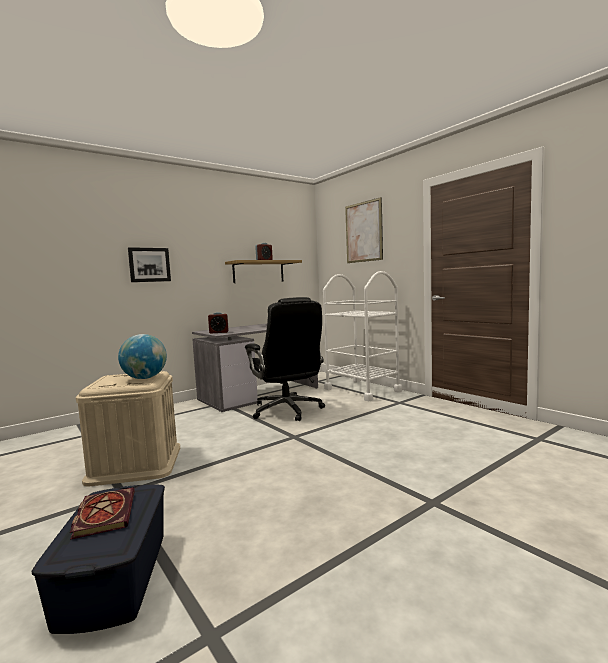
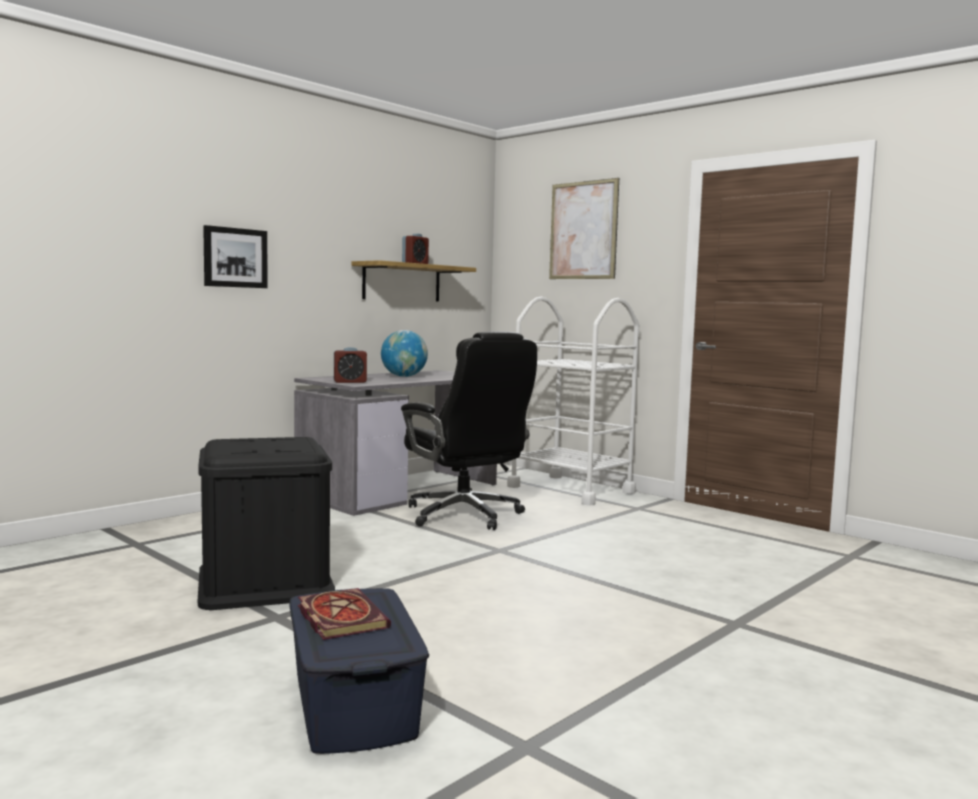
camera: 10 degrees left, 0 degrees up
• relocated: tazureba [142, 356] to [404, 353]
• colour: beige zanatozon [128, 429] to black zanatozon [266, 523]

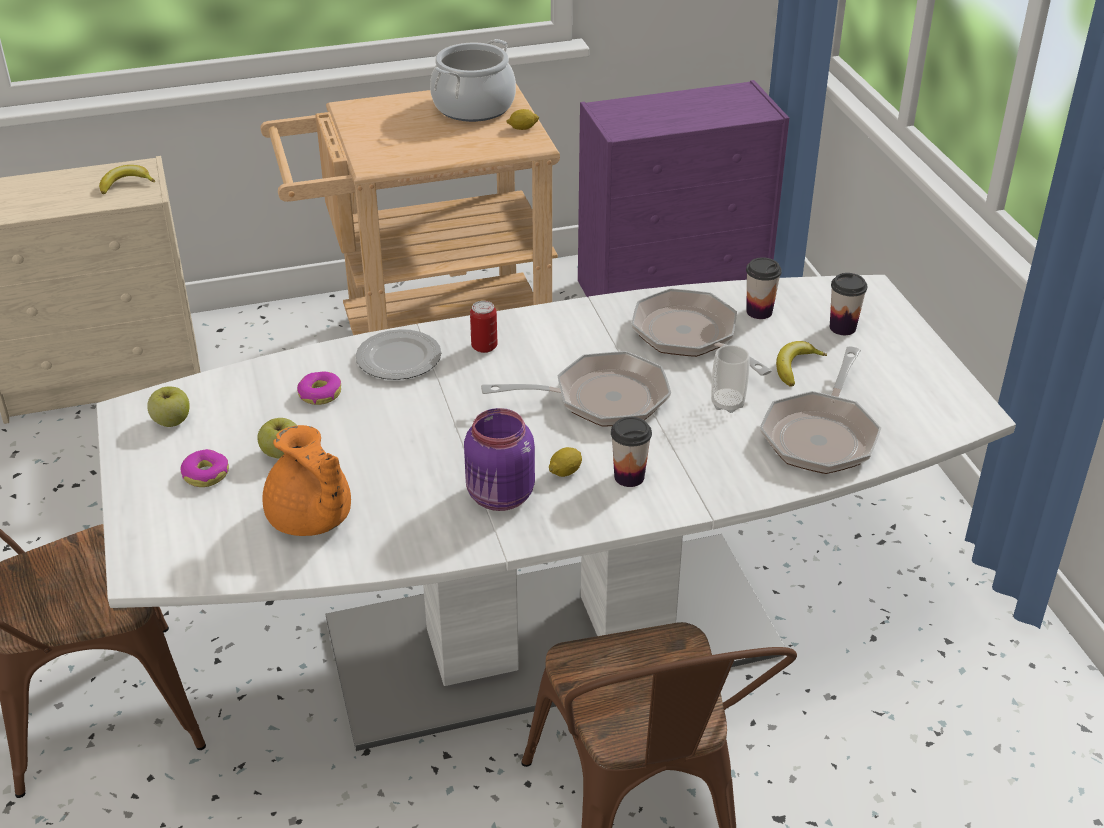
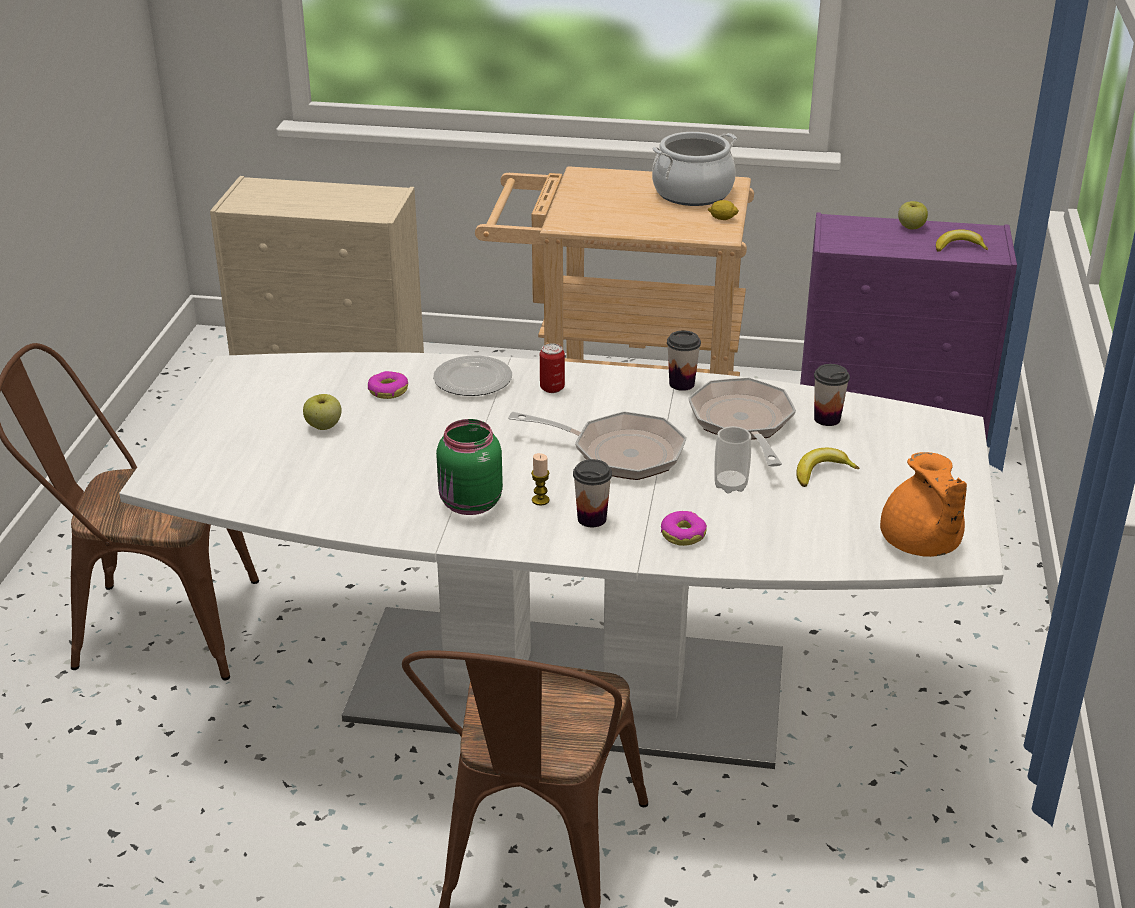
camera: 25 degrees right, 5 degrees down
• relocated: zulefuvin [127, 179] to [962, 240]
• relocated: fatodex [848, 304] to [684, 360]
• missing: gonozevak [820, 410]
• relocated: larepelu [168, 407] to [913, 215]
• colour: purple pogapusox [499, 459] to green pogapusox [469, 467]
• relocated: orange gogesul [306, 480] to [923, 504]
• exchanged: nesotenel [565, 462] to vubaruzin [540, 479]
• relocated: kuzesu [204, 468] to [684, 528]

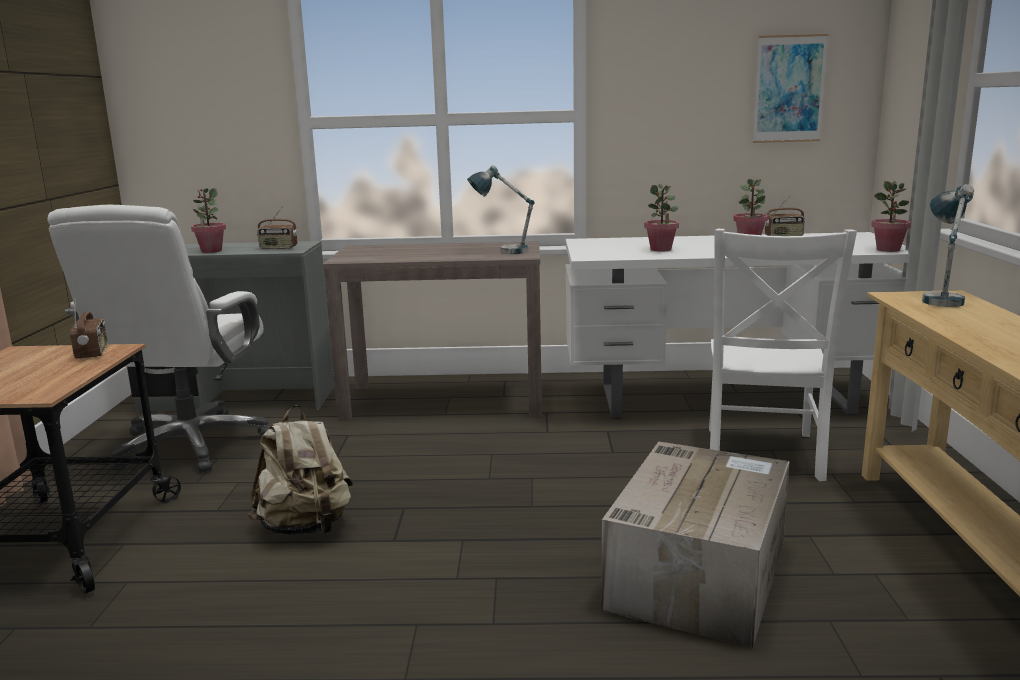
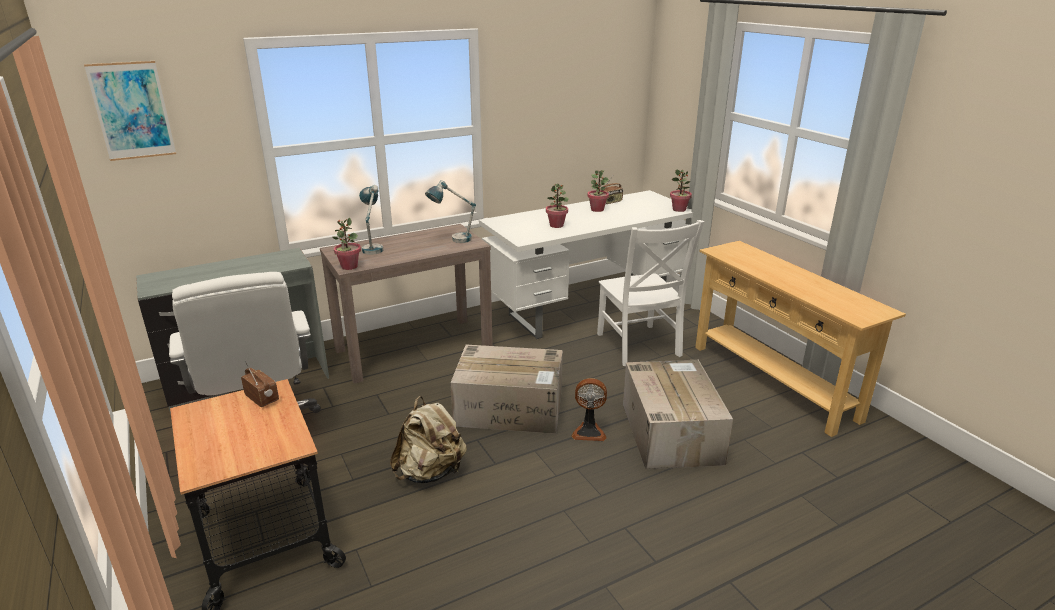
camera: 30 degrees left, 10 degrees up
• relocated: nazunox [790, 88] to [130, 111]
• relocated: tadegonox [948, 245] to [371, 220]
• relocated: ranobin [208, 220] to [347, 244]
• missing: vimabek [277, 228]
• appeared: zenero [506, 389]
• appeared: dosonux [589, 409]

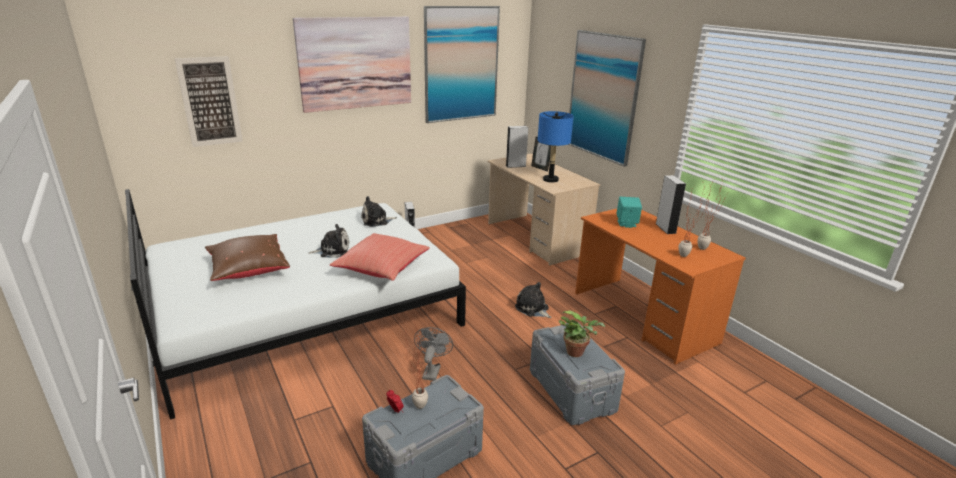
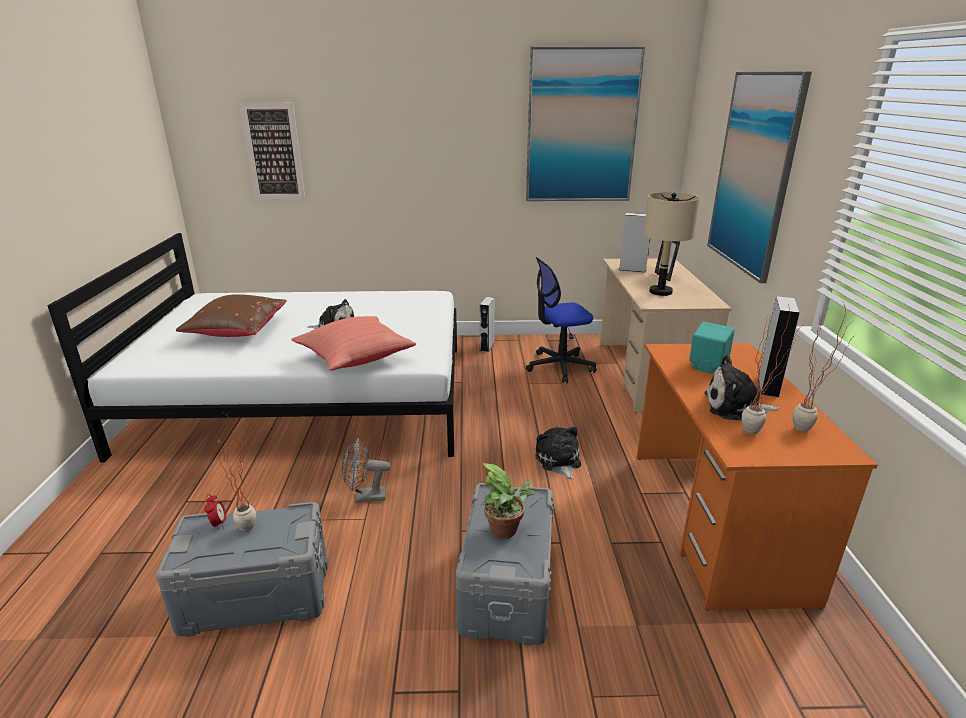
camera: 30 degrees right, 0 degrees up
• missing: nazunox [352, 65]
• colour: blue tadegonox [556, 147] to beige tadegonox [672, 244]
• relocated: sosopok [379, 211] to [742, 388]
• spun: grey dosonux [433, 354] = [366, 470] 135 degrees counterclockwise
• appeared: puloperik [561, 320]

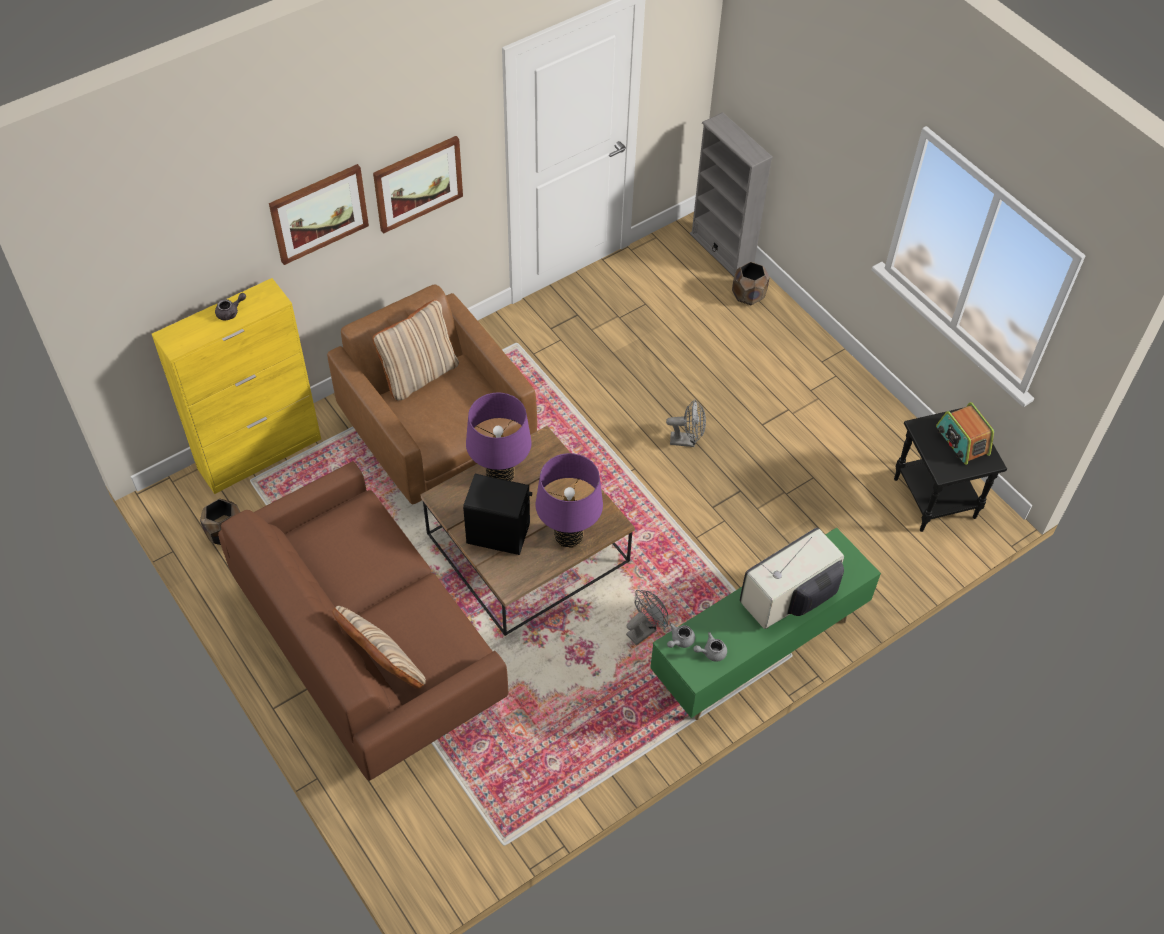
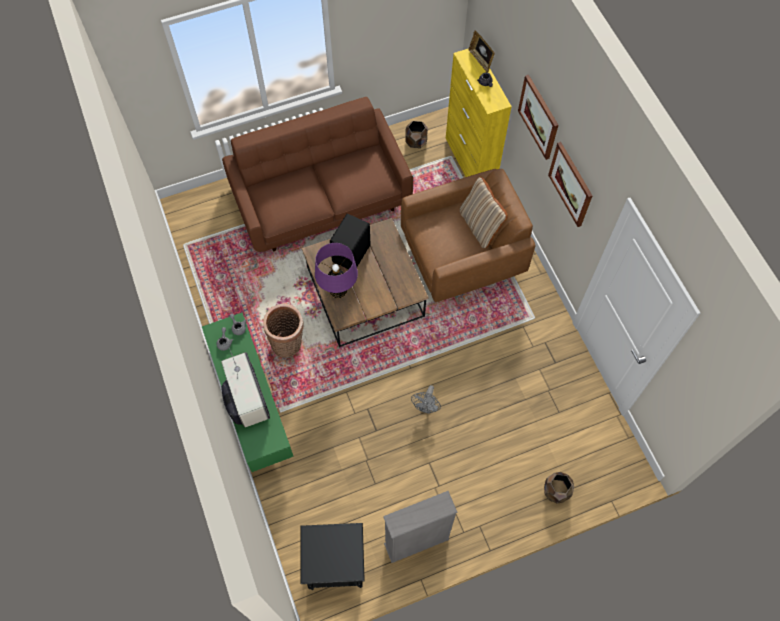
camera: 105 degrees right, 10 degrees up
• relocated: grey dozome [731, 194] to [420, 527]
• missing: purple tadegonox [499, 437]
• missing: vimabek [965, 433]
• exchanged: grey dosonux [647, 617] to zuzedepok [283, 331]
• missing: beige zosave [379, 647]
• appeared: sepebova [481, 52]

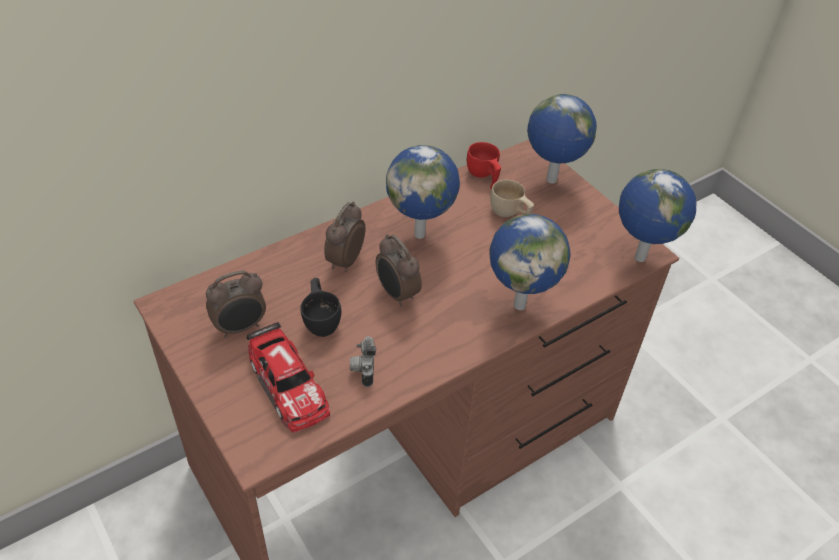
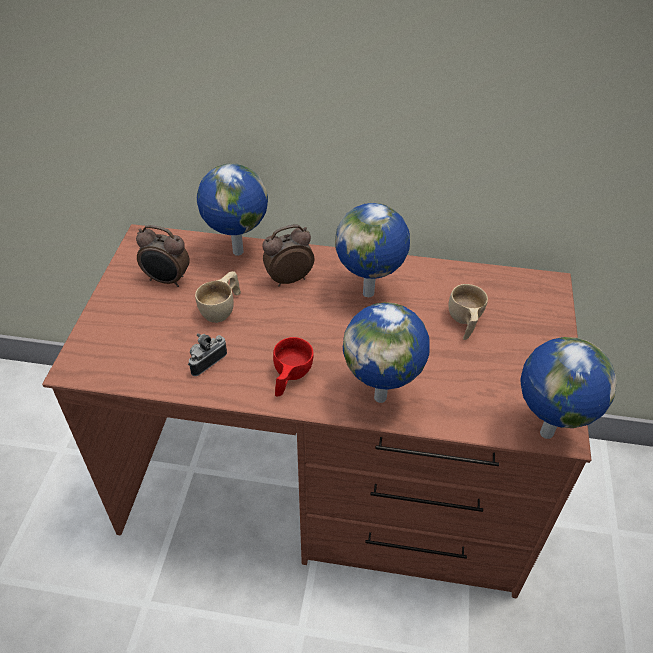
camera: 45 degrees right, 0 degrees up
• relocated: tazureba [562, 139] to [232, 209]
• relocated: red fatodex [484, 165] to [293, 367]
• missing: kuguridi [399, 270]
• colour: black fatodex [320, 307] to beige fatodex [218, 297]
• missing: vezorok [288, 377]

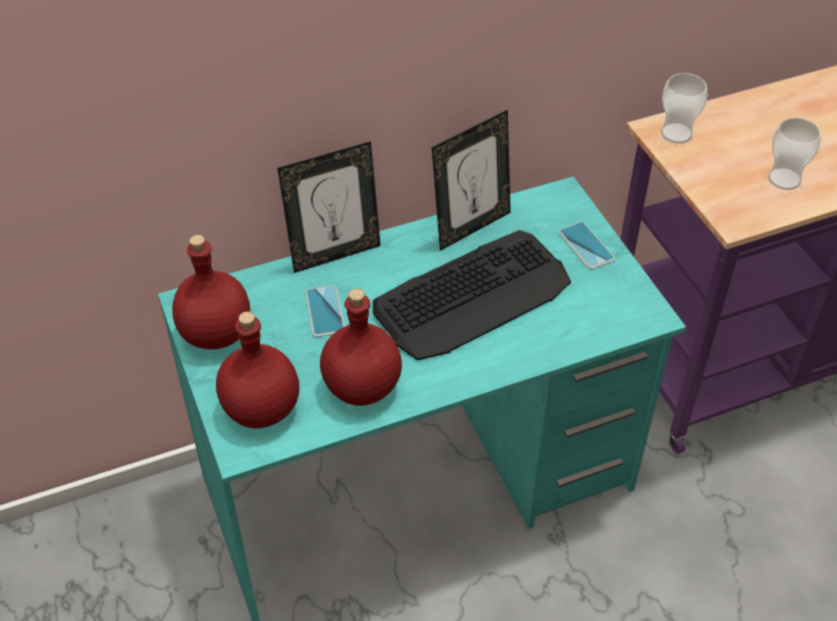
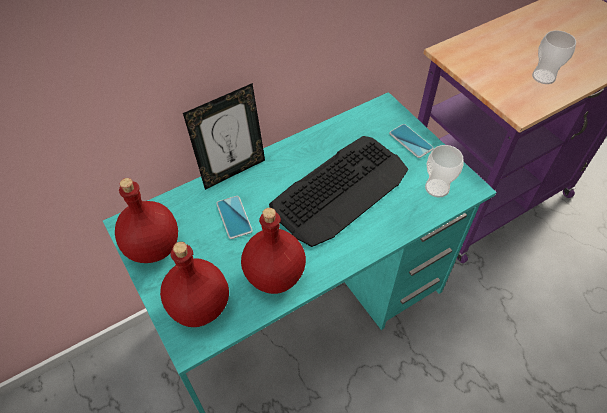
camera: 10 degrees left, 5 degrees up
• relocated: fatodex [684, 108] to [444, 171]
• missing: sepebova [471, 180]

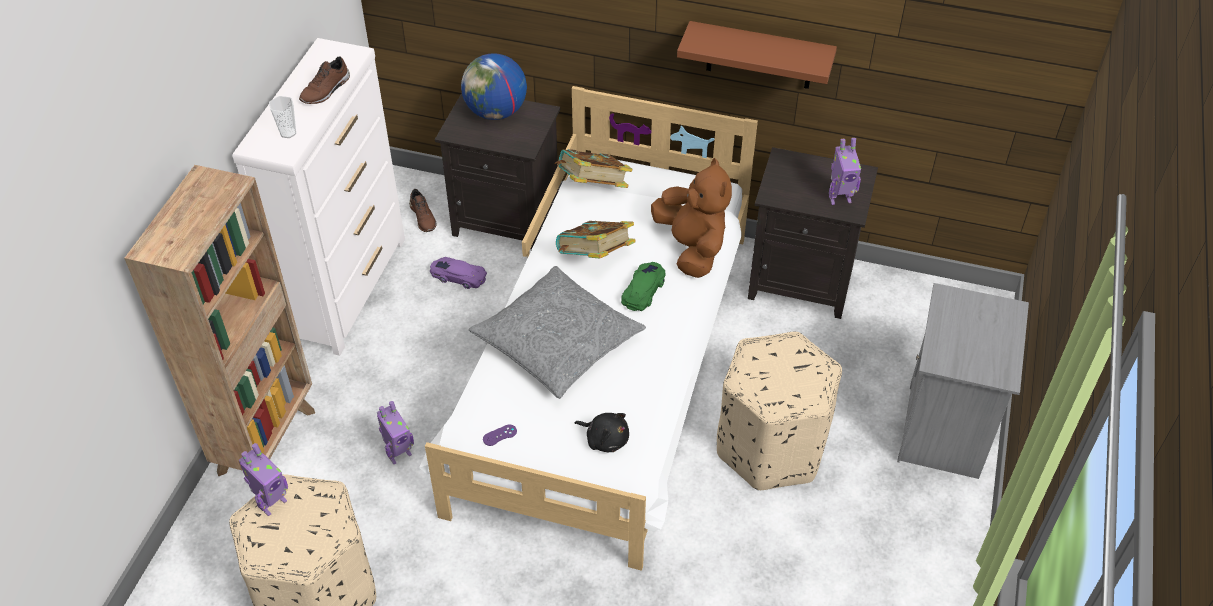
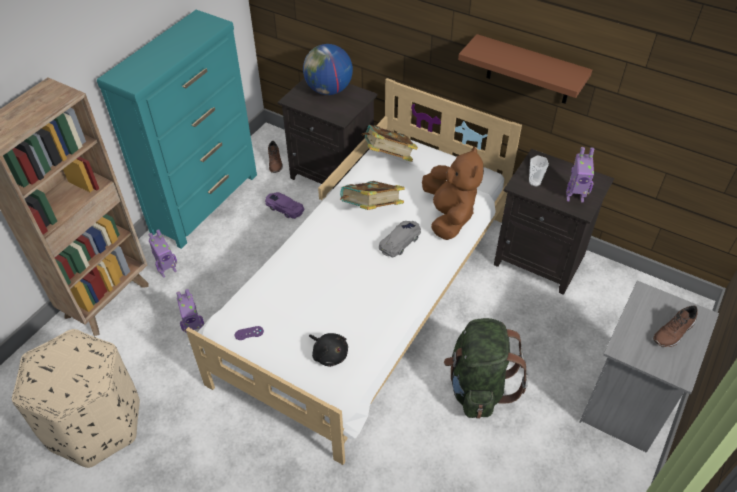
camera: 15 degrees right, 0 degrees up
• colour: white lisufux [318, 197] to turquoise lisufux [177, 129]
• relocated: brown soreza [324, 80] to [675, 326]
• relocated: fatodex [282, 117] to [539, 171]
• colour: green vezorok [643, 286] to grey vezorok [400, 239]
• missing: grey zosave [557, 332]
• exchanged: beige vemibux [779, 410] to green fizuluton [486, 368]
• relocated: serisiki [263, 479] to [162, 254]

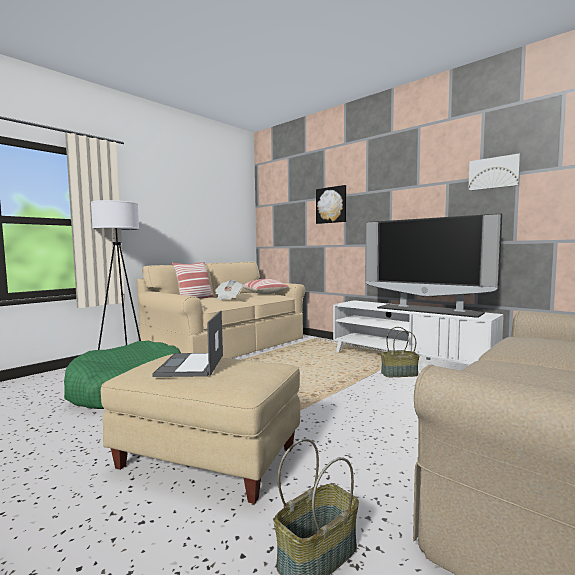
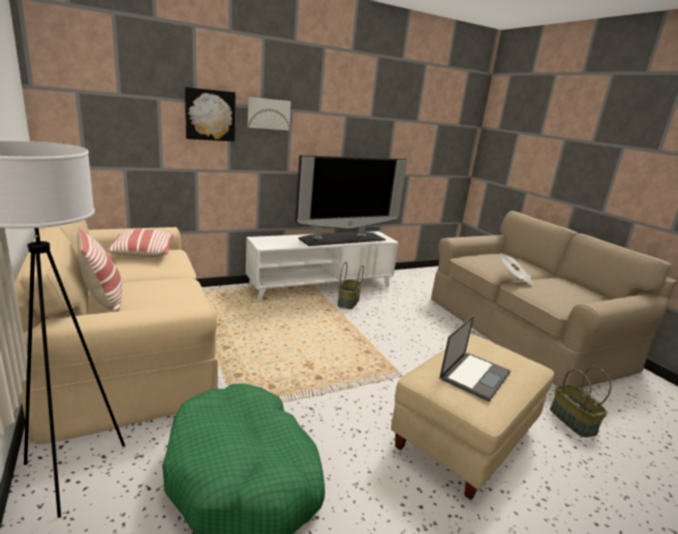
camera: 70 degrees left, 15 degrees up
• relocated: nazunox [494, 172] to [269, 113]
• relocated: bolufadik [229, 290] to [516, 269]
• spun: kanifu [187, 343] = [475, 358] 75 degrees counterclockwise

